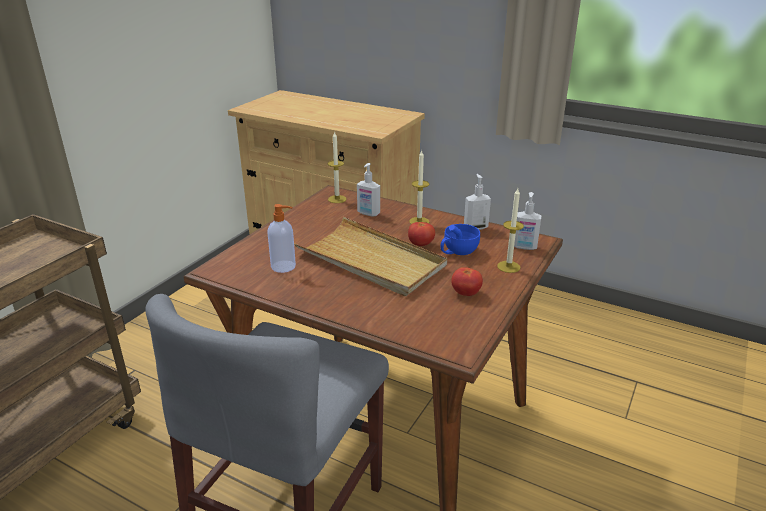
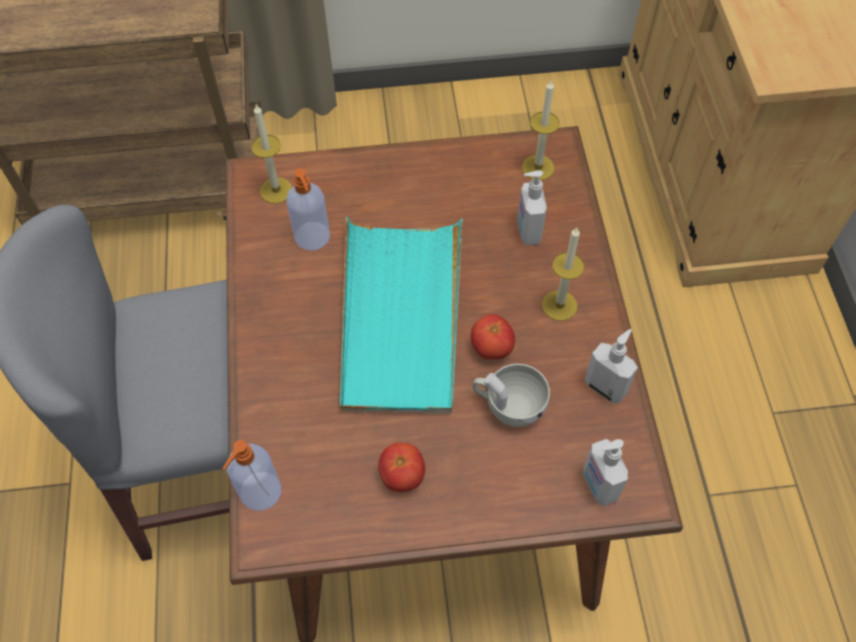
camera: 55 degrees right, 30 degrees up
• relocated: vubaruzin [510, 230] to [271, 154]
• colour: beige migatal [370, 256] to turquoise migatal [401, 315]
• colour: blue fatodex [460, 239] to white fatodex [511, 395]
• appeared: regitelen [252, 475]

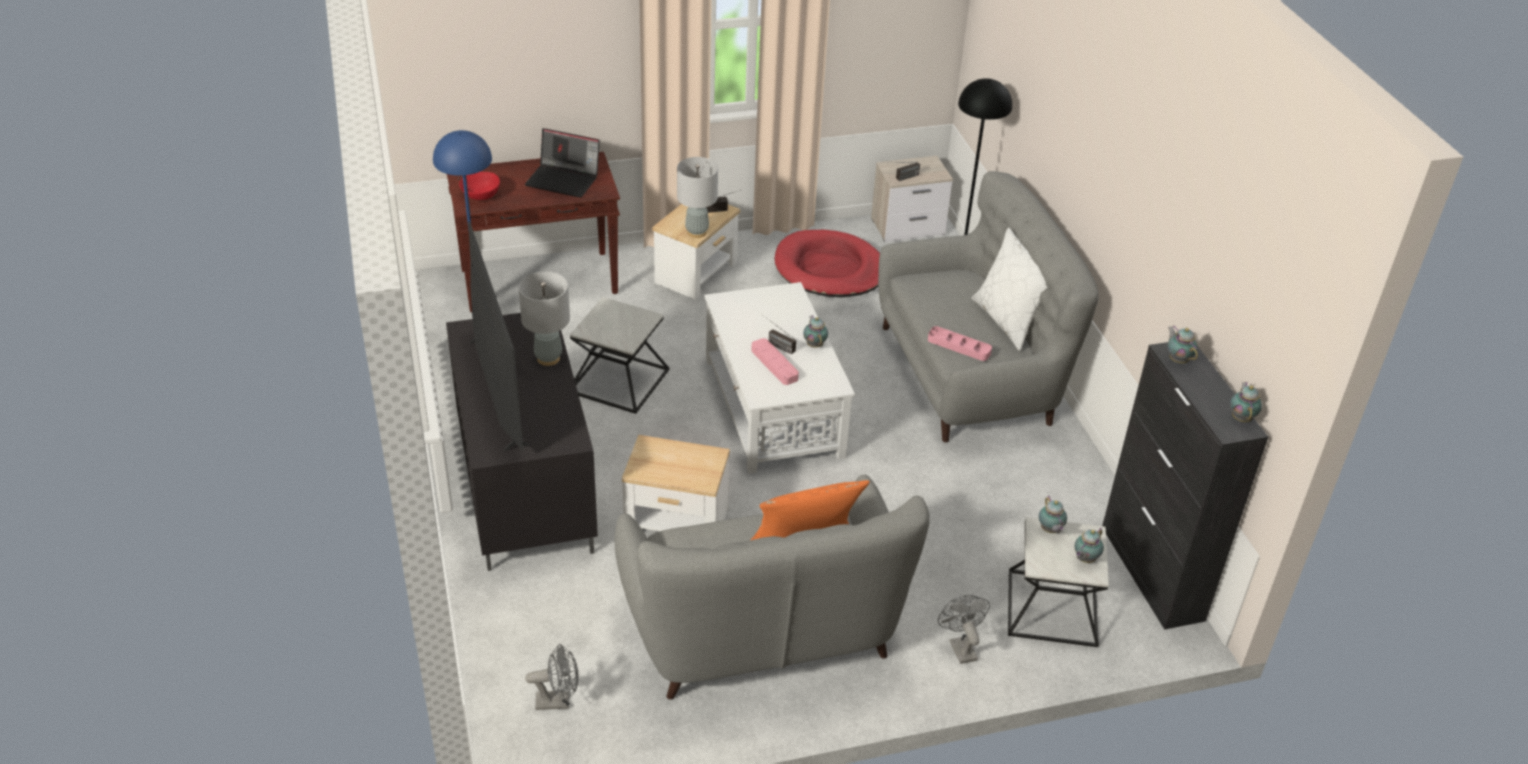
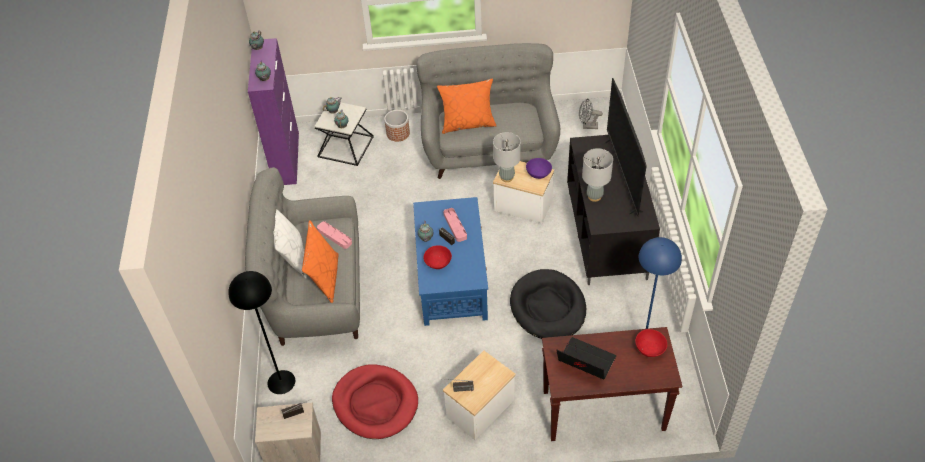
camera: 165 degrees left, 10 degrees up
• relocated: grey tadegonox [697, 197] to [507, 157]
• colour: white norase [779, 378] to blue norase [450, 261]
• exchanged: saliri [619, 355] to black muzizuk [548, 304]
• colour: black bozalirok [1185, 486] to purple bozalirok [273, 111]
• exchanged: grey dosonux [964, 629] to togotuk [397, 126]
• appeared: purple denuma [539, 168]
• appeared: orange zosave [320, 261]
• appeared: red denuma [438, 257]

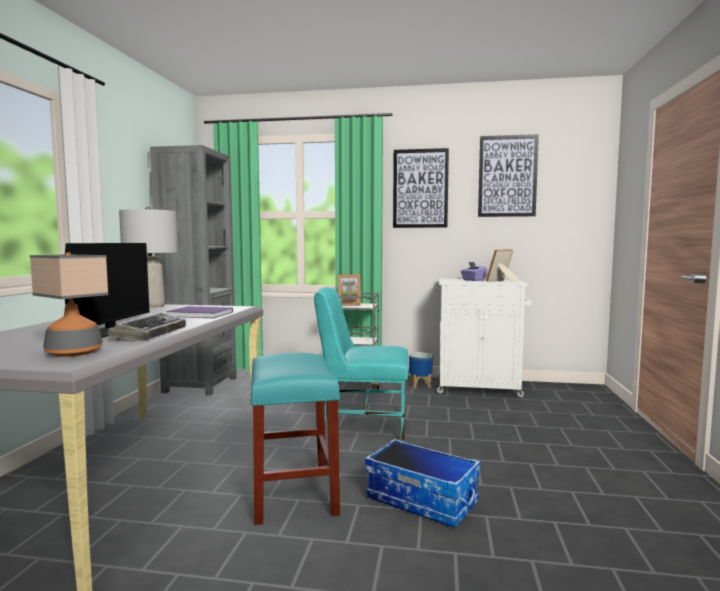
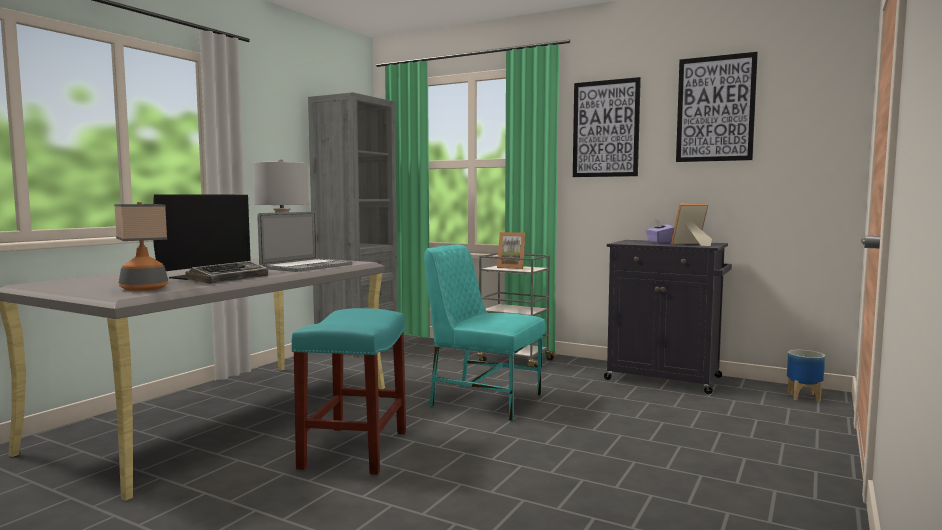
camera: 20 degrees right, 0 degrees up
• colour: white bozalirok [484, 338] to black bozalirok [668, 317]
• exchanged: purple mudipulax [199, 312] to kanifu [305, 242]
• relocated: togotuk [420, 370] to [806, 376]
• missing: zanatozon [422, 483]

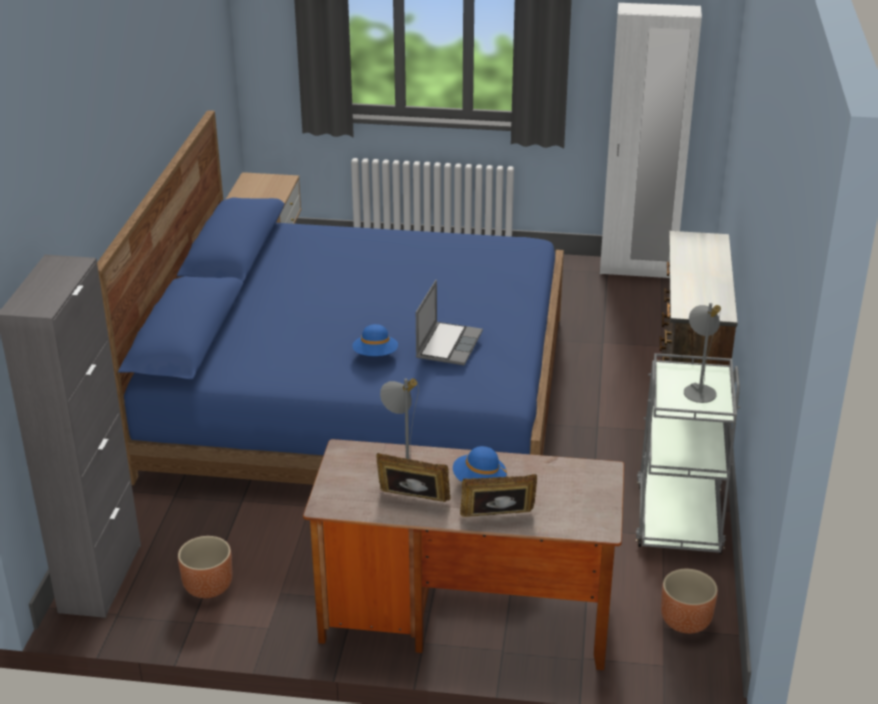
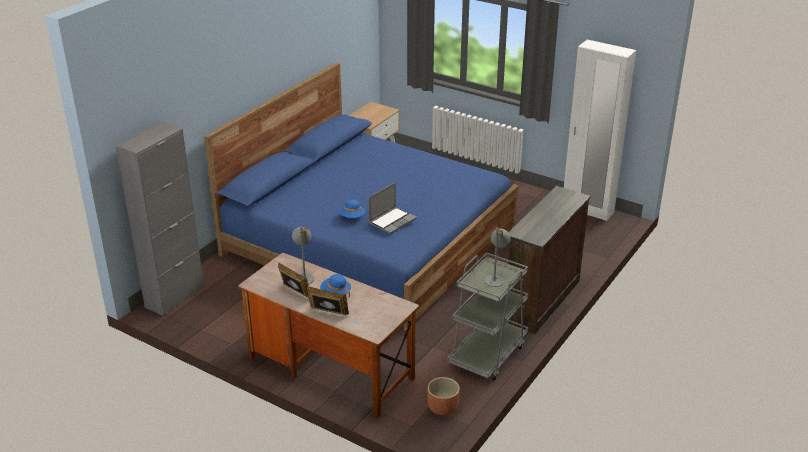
camera: 25 degrees right, 0 degrees up
• missing: brown togotuk [205, 567]

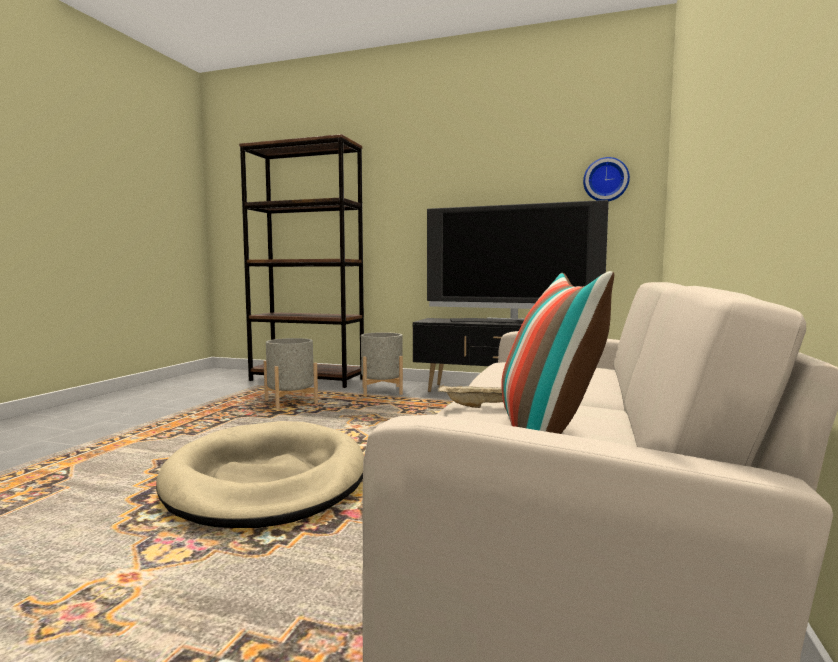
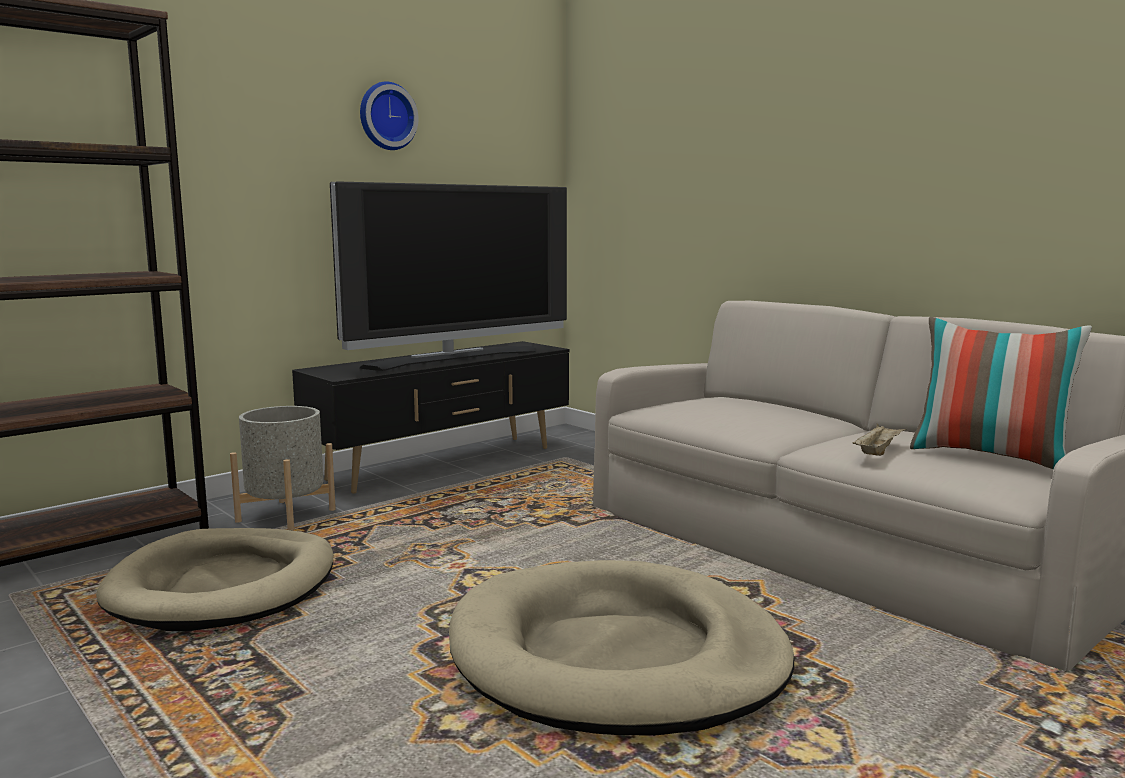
camera: 60 degrees left, 5 degrees up
• relocated: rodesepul [606, 179] to [389, 116]
• exchanged: grey togotuk [291, 373] to beige muzizuk [214, 579]

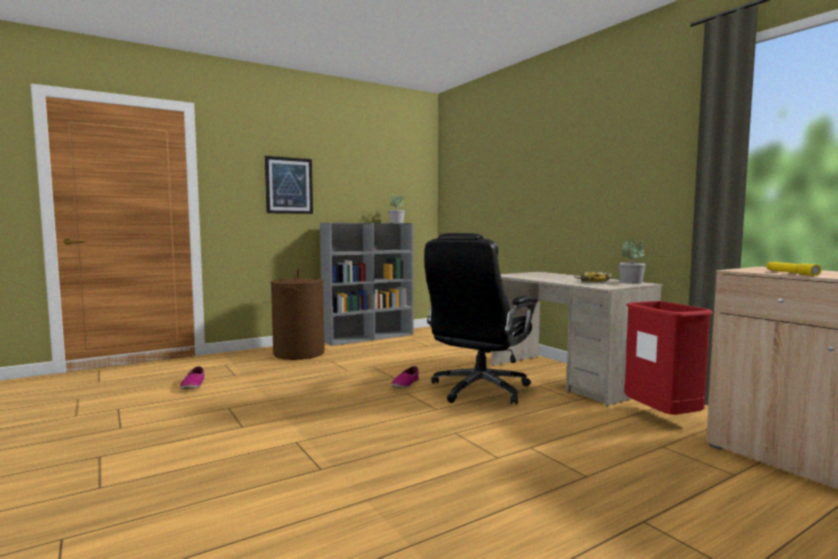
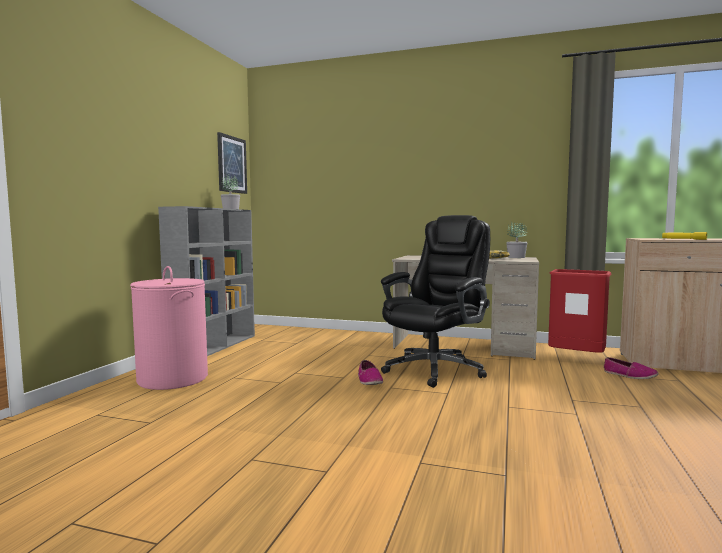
camera: 40 degrees left, 0 degrees up
• relocated: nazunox [289, 185] to [232, 163]
• spun: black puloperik [481, 319] = [435, 301] 135 degrees counterclockwise
• colour: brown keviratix [297, 314] to pink keviratix [169, 328]
• relocated: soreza [192, 377] to [631, 368]

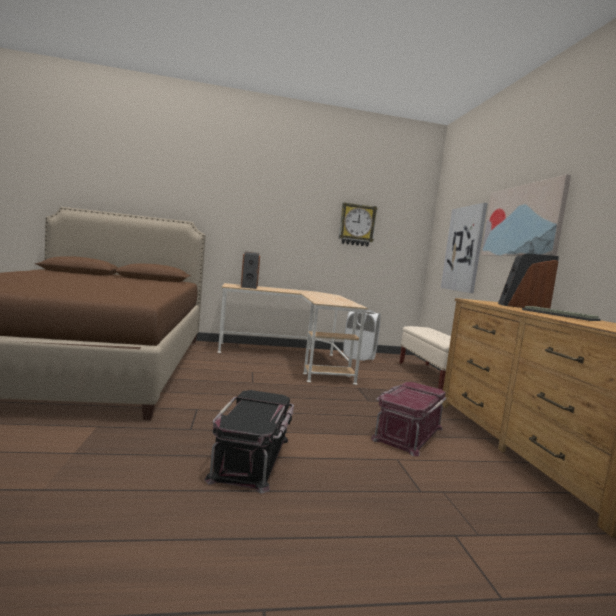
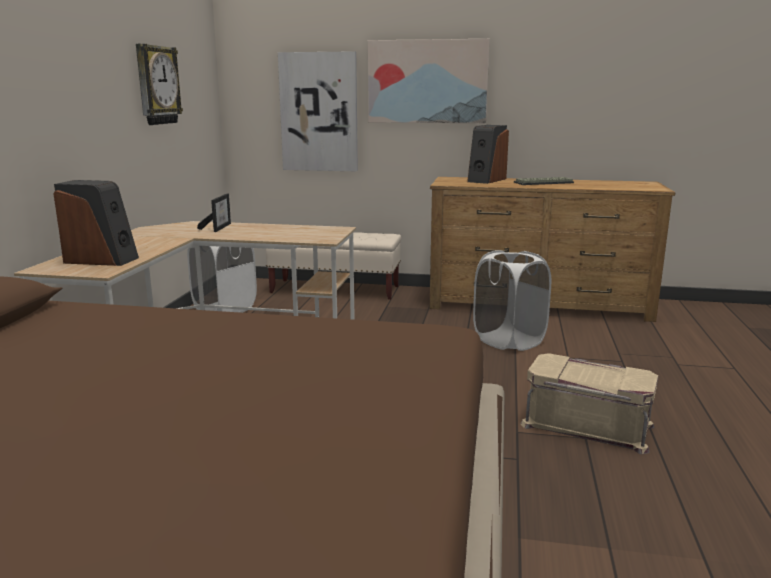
camera: 70 degrees left, 10 degrees up
• exchanged: red zanatozon [409, 419] to white keviratix [512, 300]
• colour: black zanatozon [249, 441] to beige zanatozon [589, 403]
• appeared: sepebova [214, 213]

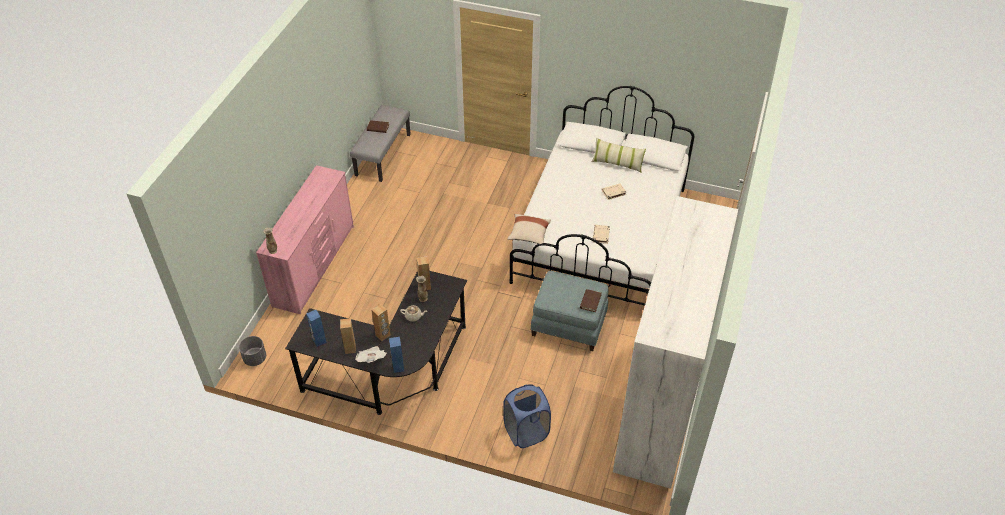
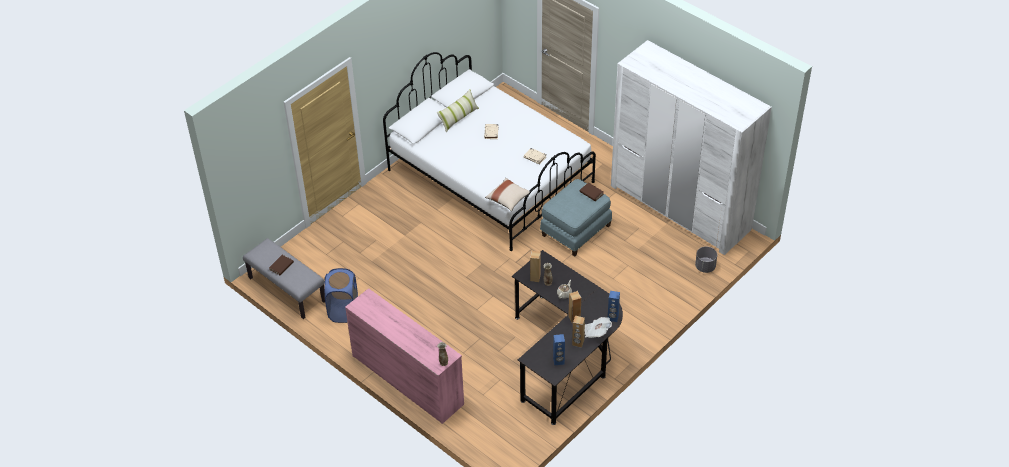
camera: 65 degrees left, 0 degrees up
• relocated: grey togotuk [252, 351] to [706, 260]
• relocated: blue keviratix [527, 416] to [341, 295]

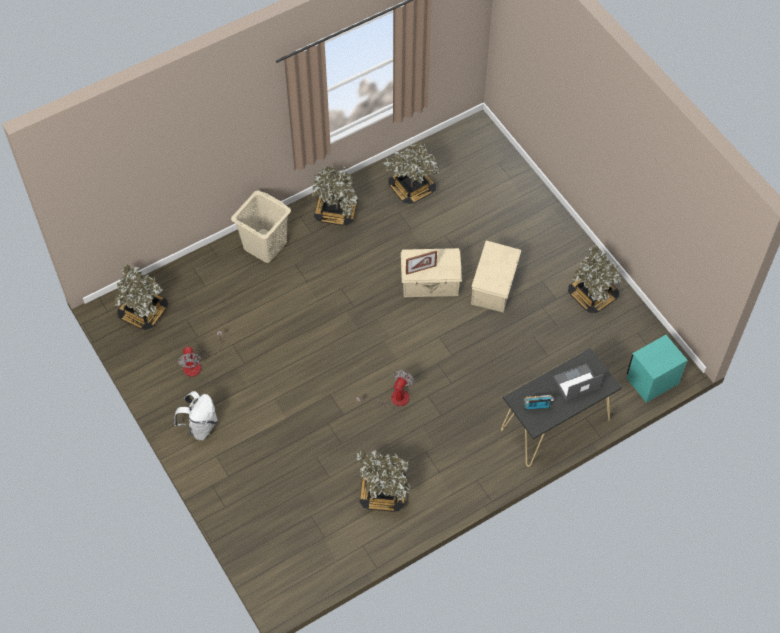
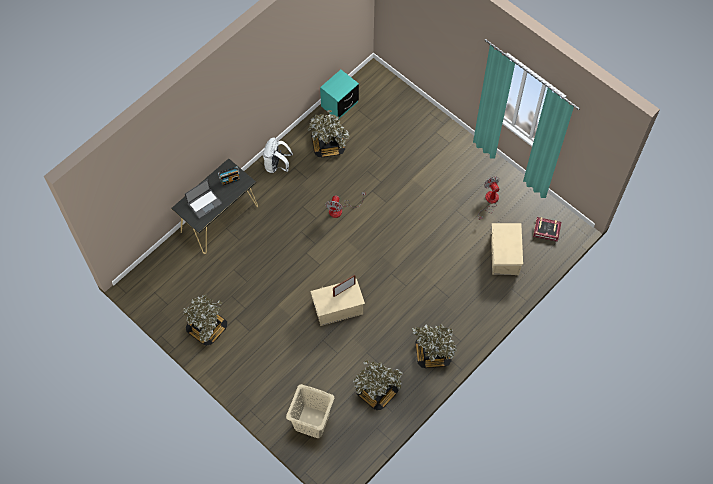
camera: 165 degrees right, 5 degrees up
• relocated: beige keviratix [261, 226] to [310, 411]
• relocated: beige zanatozon [496, 276] to [507, 249]
• exchanged: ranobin [141, 297] to mudipulax [547, 229]
• relocated: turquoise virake [657, 369] to [339, 94]
• relocated: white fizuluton [196, 416] to [277, 155]

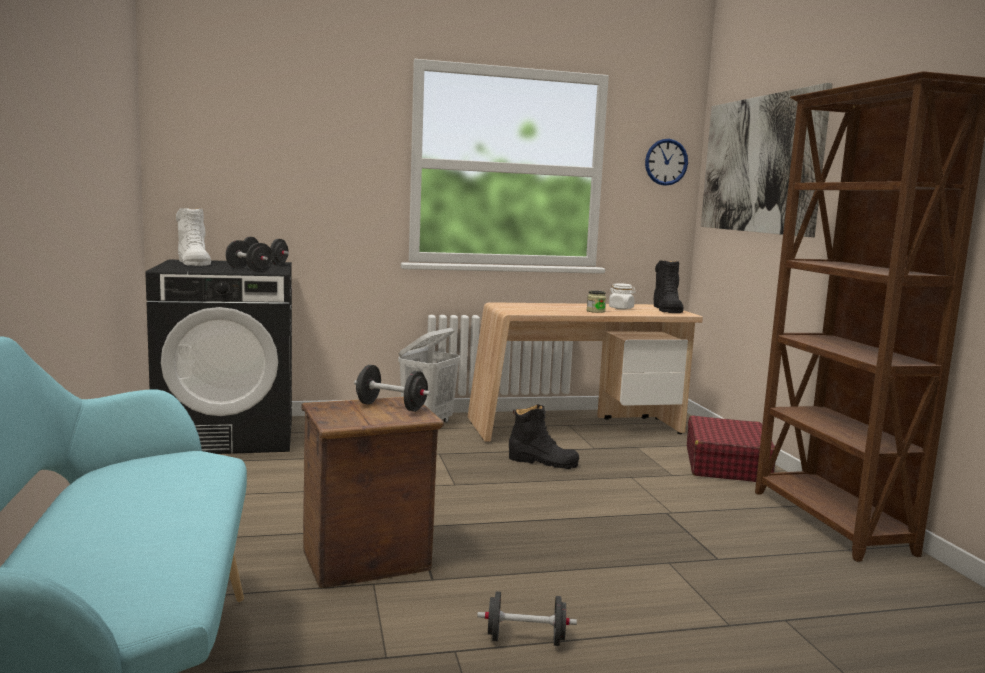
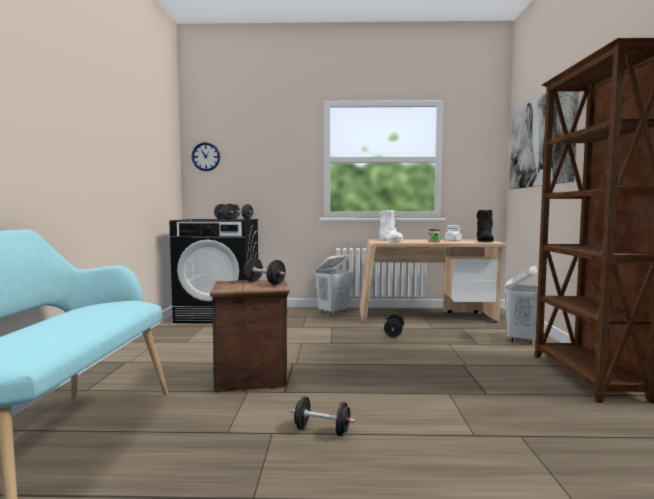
camera: 15 degrees right, 5 degrees down
• relocated: rodesepul [666, 162] to [206, 156]
• relocated: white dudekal [193, 237] to [391, 226]
• exchanged: black dudekal [544, 436] to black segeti [394, 325]
• exchanged: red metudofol [731, 448] to white keviratix [521, 305]

